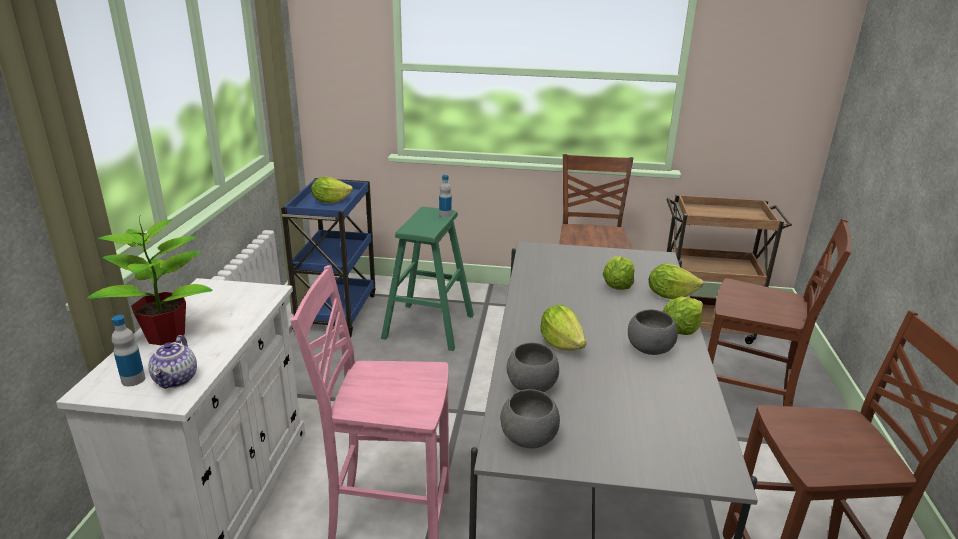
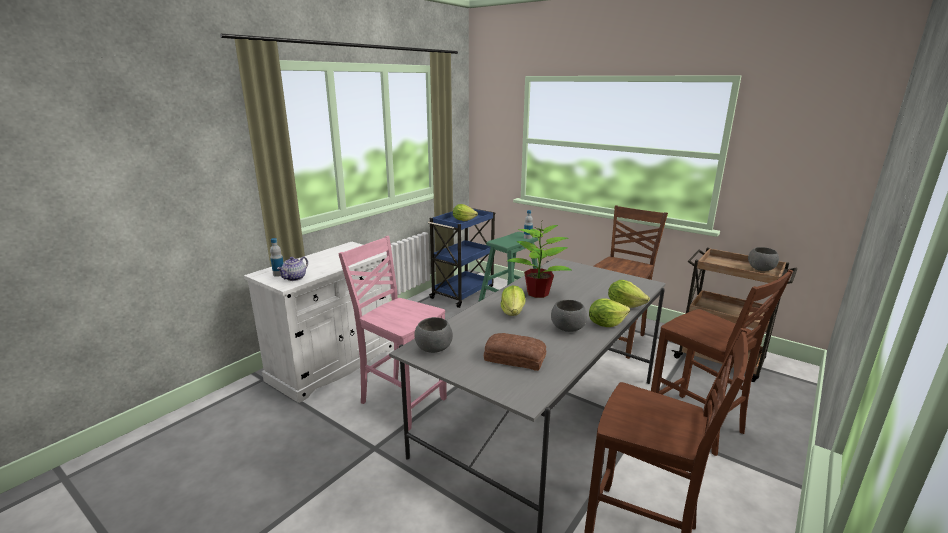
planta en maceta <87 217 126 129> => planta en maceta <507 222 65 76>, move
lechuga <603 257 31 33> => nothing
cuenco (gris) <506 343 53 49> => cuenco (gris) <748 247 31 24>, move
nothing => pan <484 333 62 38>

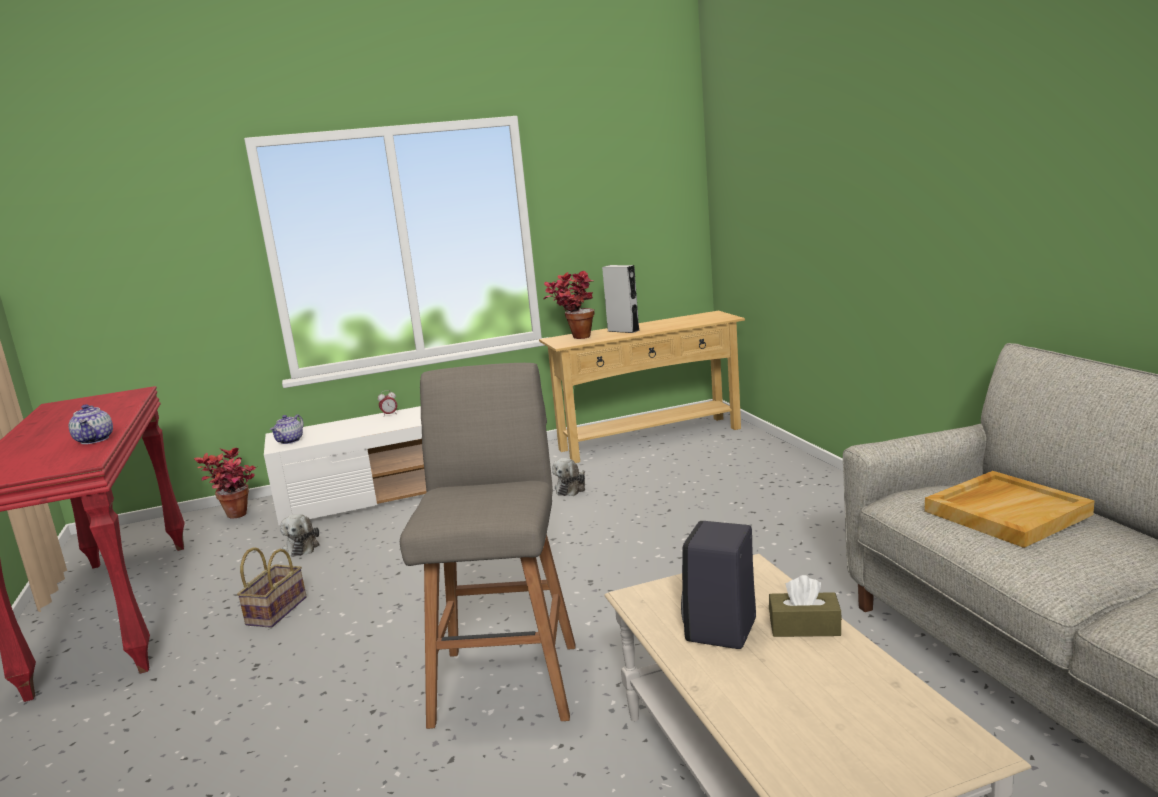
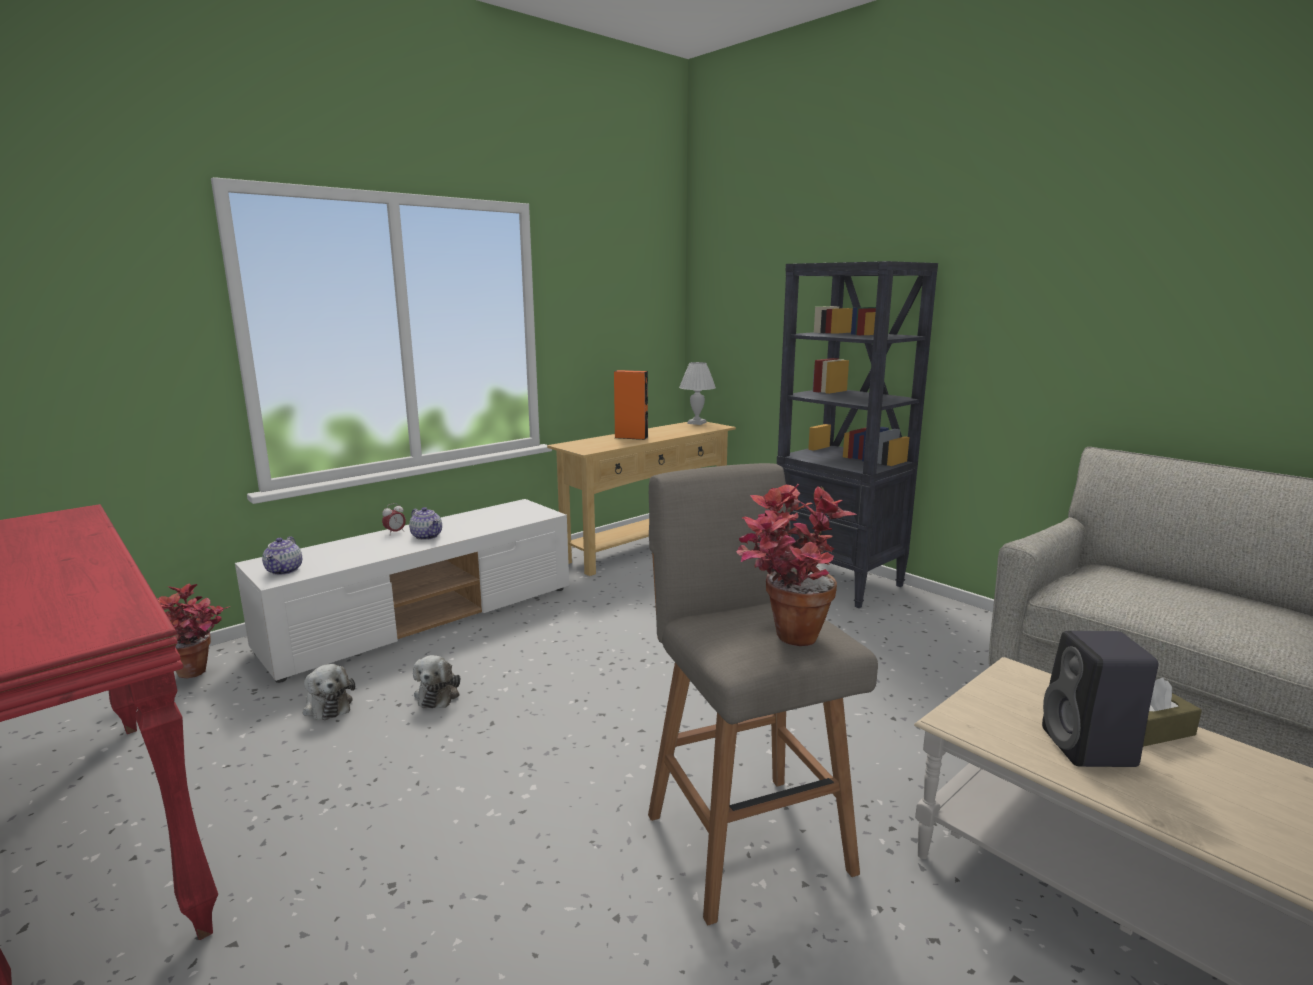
altavoz (gris) <602 265 38 68> => altavoz (naranja) <614 370 34 70>
planta en maceta <543 271 51 68> => planta en maceta <736 484 121 162>, move
tetera <69 404 44 40> => tetera <409 507 33 33>, move
peluche <552 458 33 38> => peluche <413 655 47 53>, move
bandeja (beis) <925 471 170 77> => nothing
cesta <237 547 70 81> => nothing
nothing => estantería (negro) <777 261 161 347>
nothing => lámpara de mesa (blanco) <679 362 37 63>

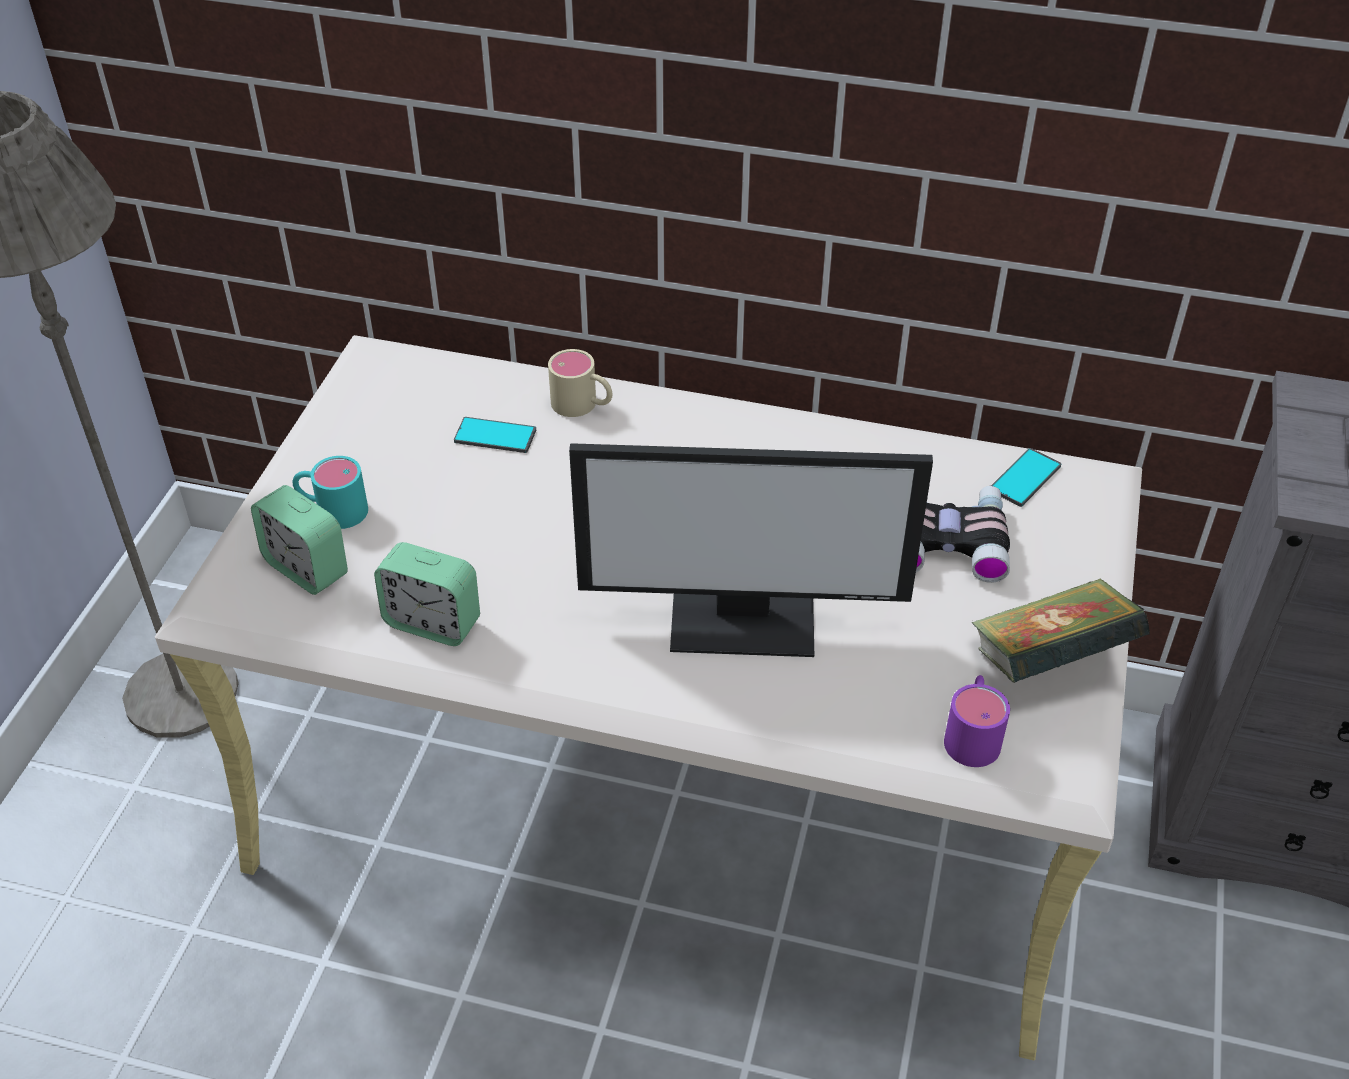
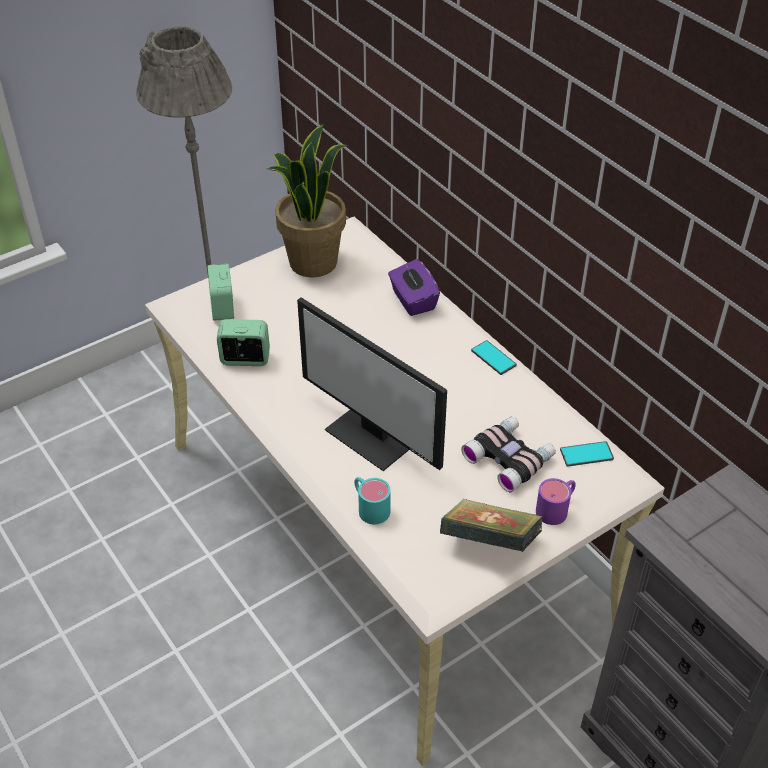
taza grande (beis) <548 349 65 68> => caja de pañuelos (morado) <388 259 52 57>
móvil <454 417 82 36> => móvil <471 340 46 35>, move
taza grande (turquesa) <292 456 76 73> => taza grande (turquesa) <354 477 37 47>, move
despertador <374 542 106 104> => despertador <217 319 53 47>, 120 degrees clockwise
taza grande (morado) <944 675 66 92> => taza grande (morado) <536 478 40 47>, move
nothing => planta en maceta <267 124 81 154>

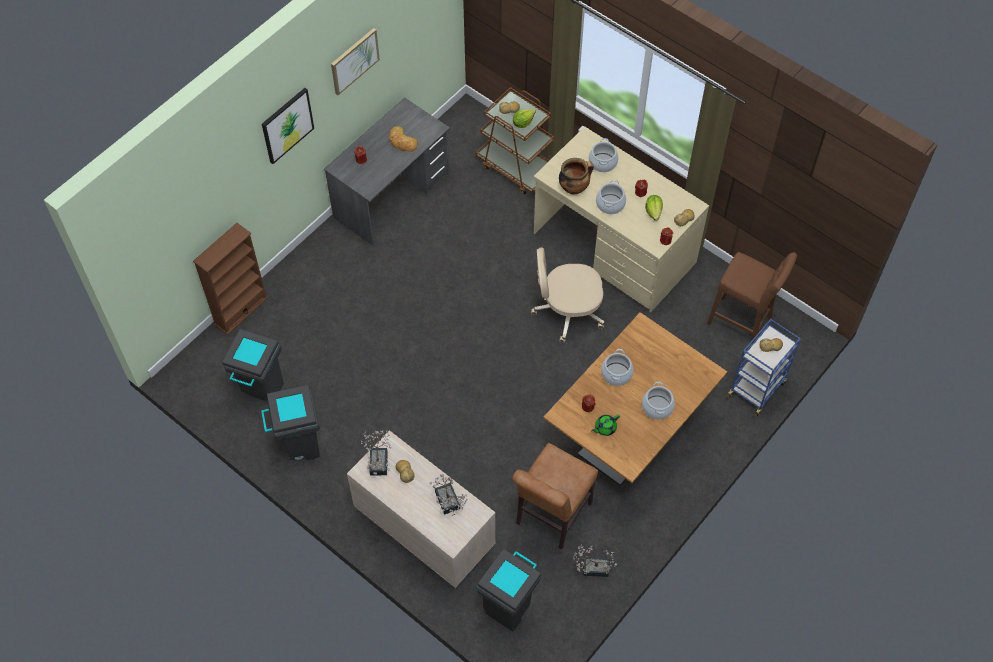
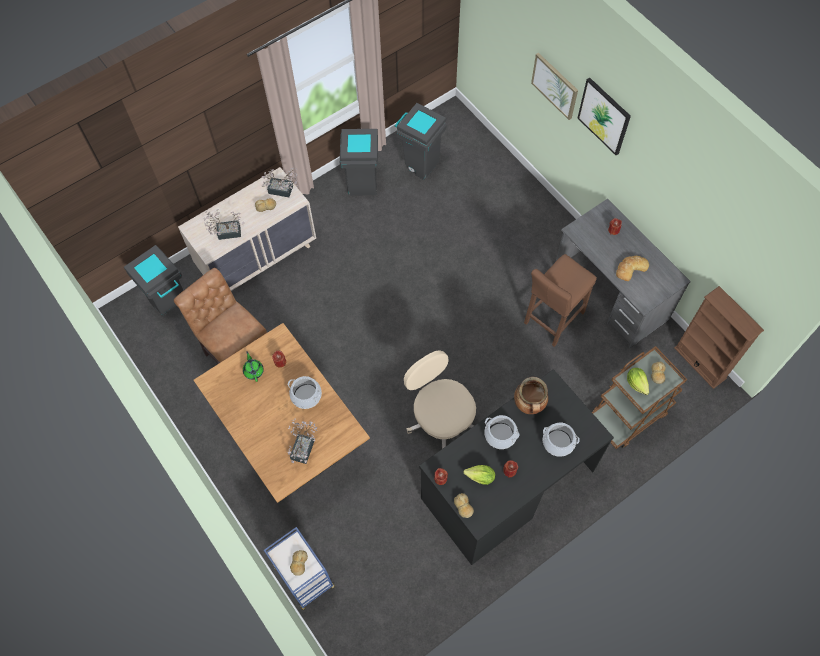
cuadro <331 28 49 67> => cuadro <531 53 47 67>, move
escritorio (beis) <533 127 176 185> => escritorio (negro) <419 369 195 196>
estantería (marrón) <193 223 75 112> => estantería (marrón) <674 286 90 103>, move
silla de oficina (beis) <531 247 73 96> => silla de oficina (beis) <404 351 72 98>, 45 degrees counterclockwise
taburete (marrón) <707 252 90 91> => taburete (marrón) <524 254 73 93>, move
olla <642 382 33 38> => nothing
planta en maceta <573 545 44 32> => planta en maceta <287 418 31 46>, move

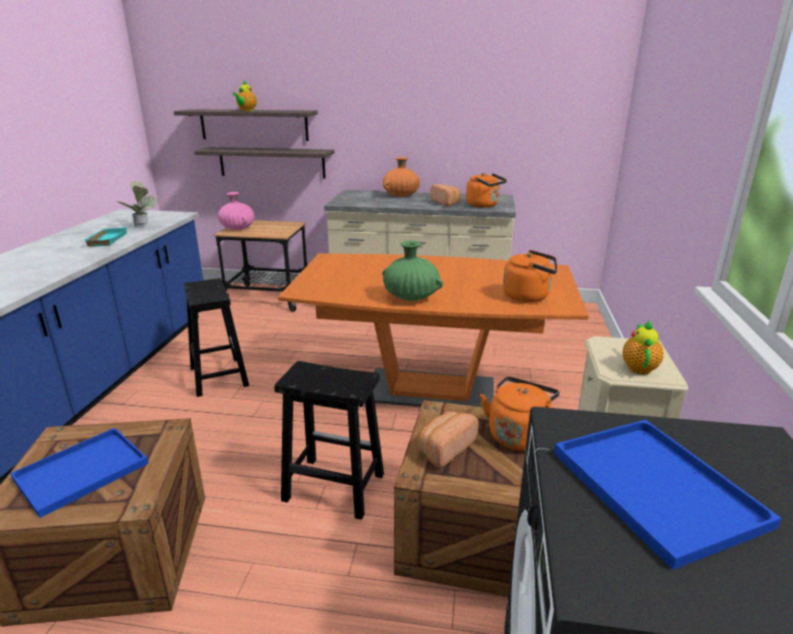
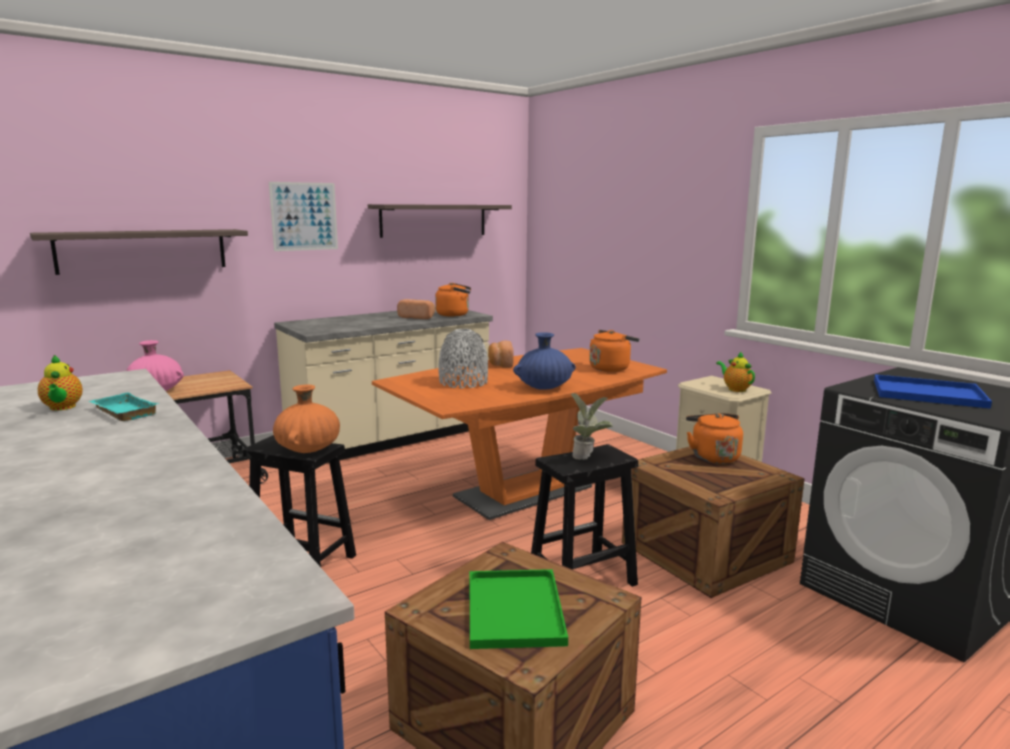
tetera <232 80 25 31> => tetera <38 355 45 55>, move
estante <194 147 141 32> => estante <368 204 144 34>, move
florero (naranja) <383 157 37 40> => florero (naranja) <273 385 67 68>, move
planta en maceta <117 181 41 46> => planta en maceta <571 393 42 67>, move
florero (verde) <382 240 61 61> => florero (azul) <513 332 63 58>
pan <417 411 62 57> => pan <488 341 26 27>, move
bandeja (azul) <10 428 139 90> => bandeja (verde) <470 569 98 80>
nothing => cuadro <269 182 69 69>
nothing => florero (gris) <438 329 50 60>

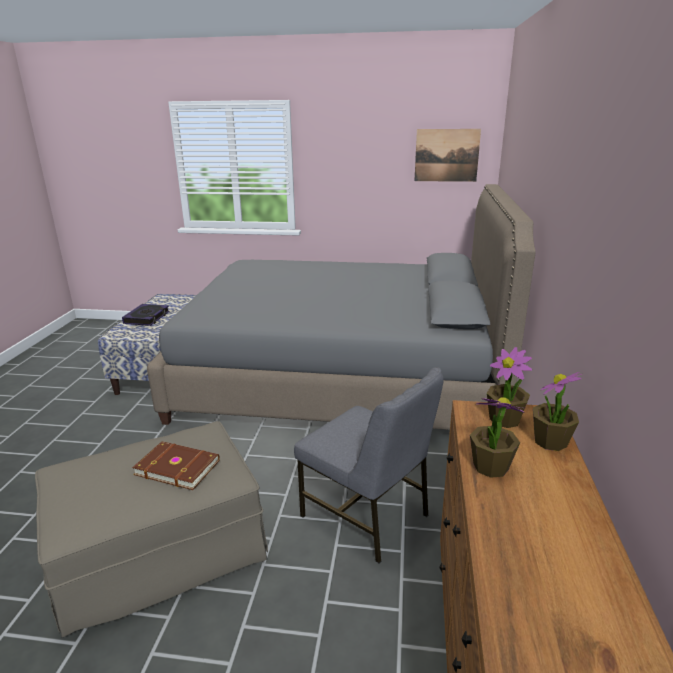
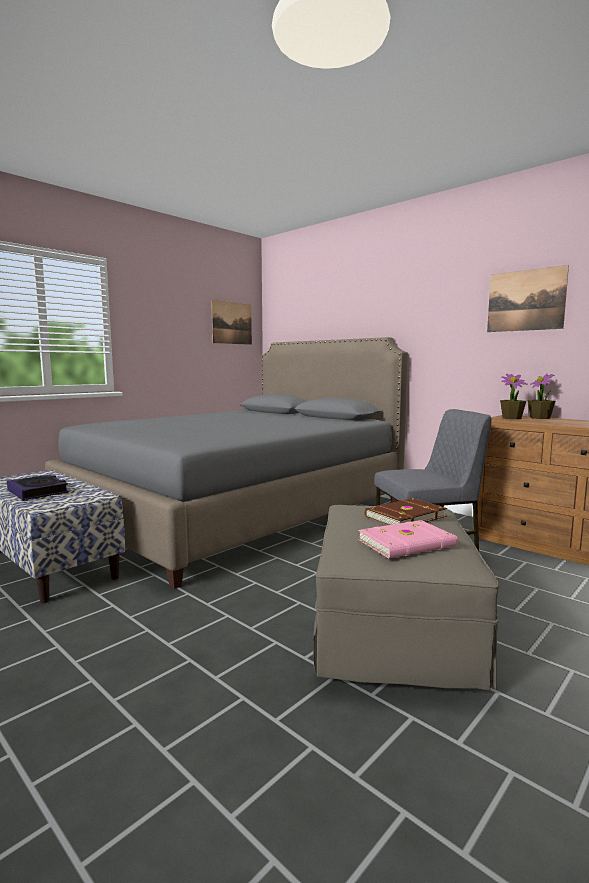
planta en maceta <470 397 55 81> => nothing
nothing => cuadro <487 265 82 67>
nothing => libro (rosa) <358 520 100 39>

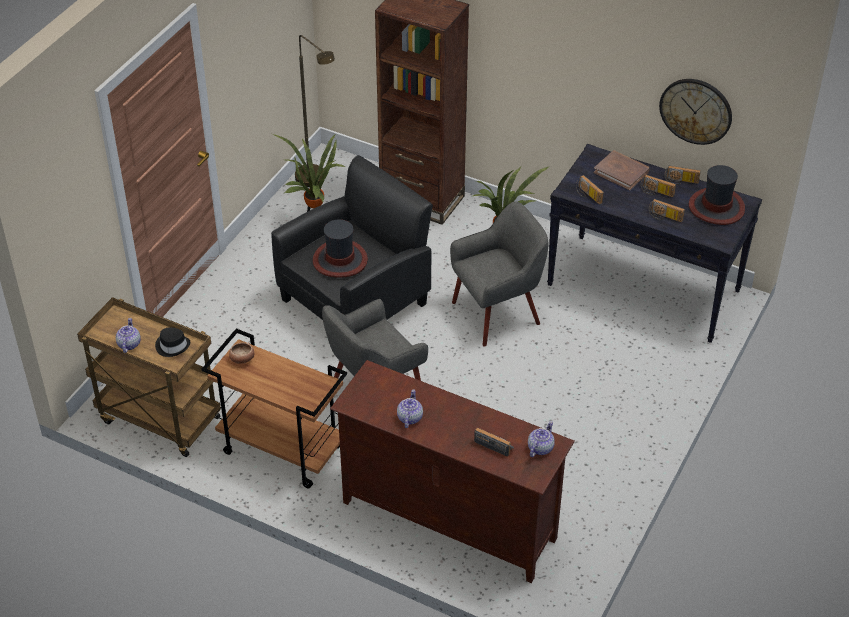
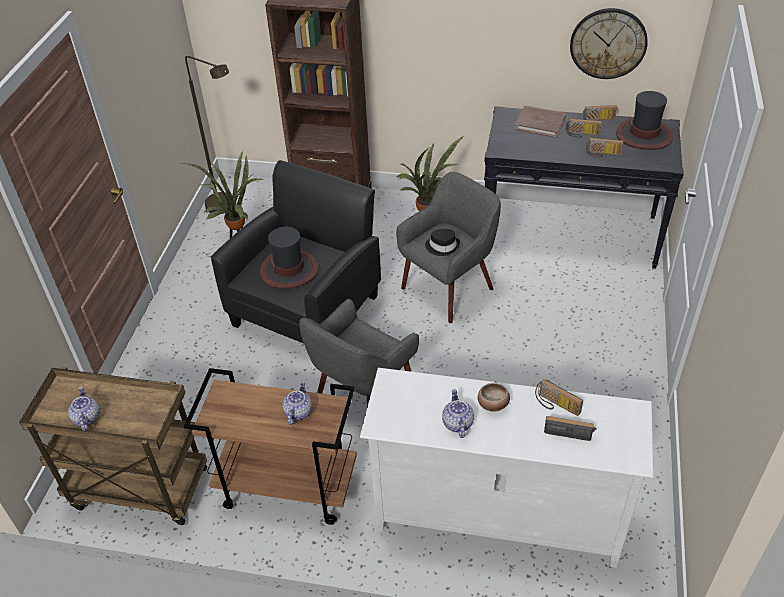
radio <576 175 28 29> => radio <535 379 48 37>, move
sombrero (negro) <155 327 35 30> => sombrero (negro) <425 229 35 27>, move
cuenco <229 342 26 22> => cuenco <478 381 32 31>, move
mueble de televisión (marrón) <330 360 245 223> => mueble de televisión (blanco) <360 368 294 200>
tetera <528 421 27 36> => tetera <283 381 29 44>, move

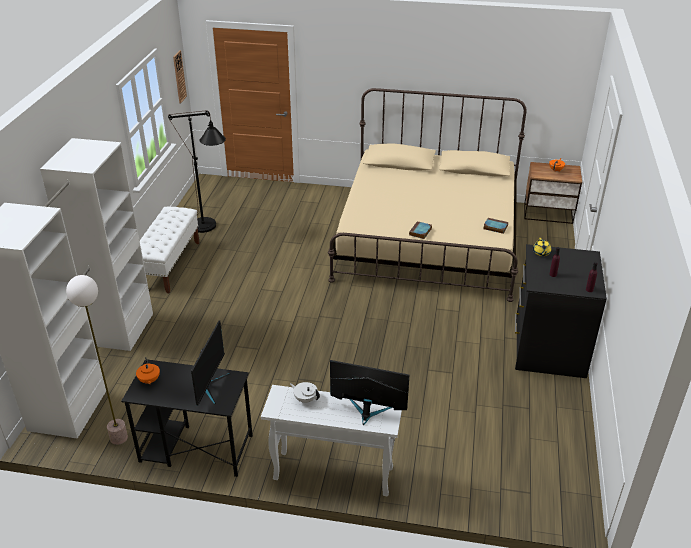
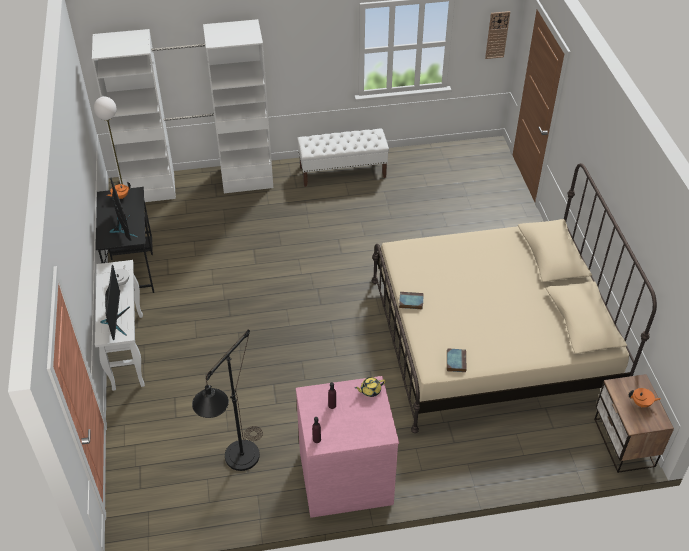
lámpara de pie (negro) <168 110 58 123> => lámpara de pie (negro) <192 330 71 141>, move
cómoda (negro) <515 244 92 134> => cómoda (rosa) <296 376 103 141>
monitor <191 320 40 86> => monitor <109 177 29 64>, 105 degrees counterclockwise

